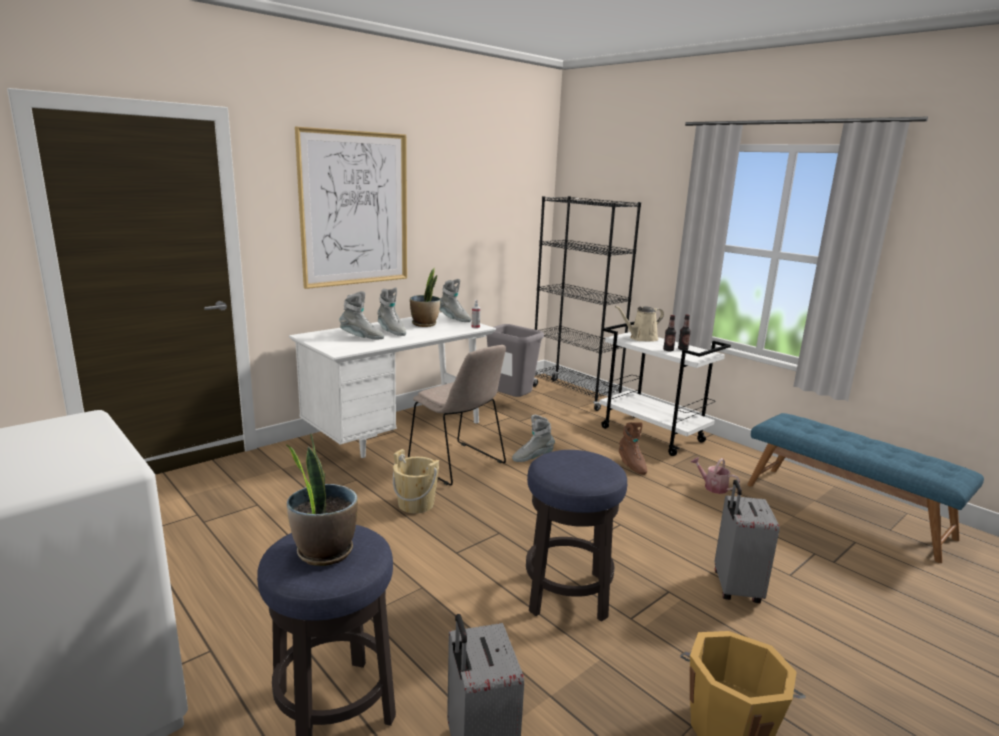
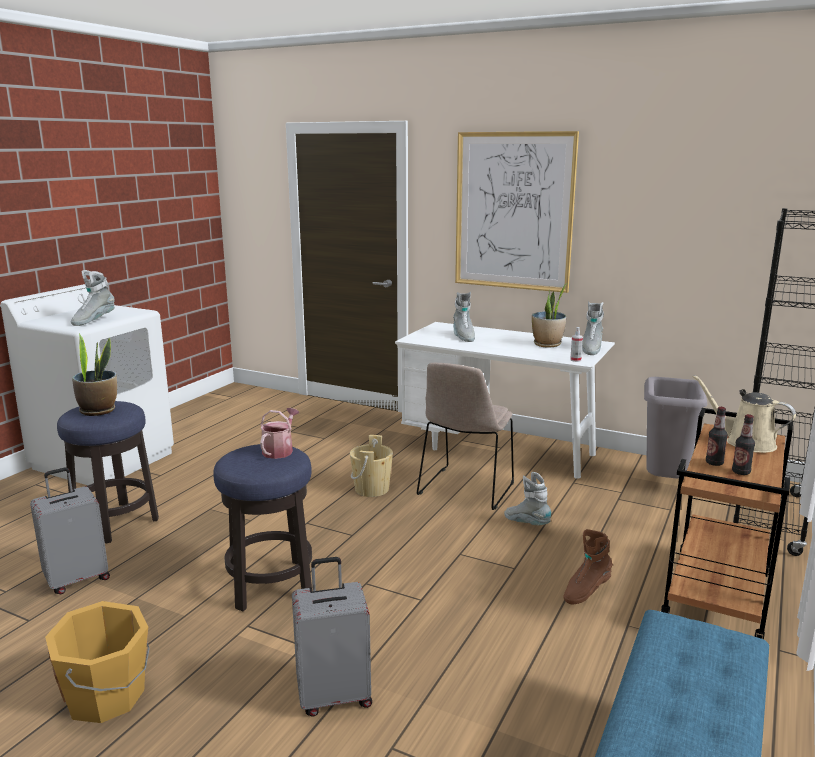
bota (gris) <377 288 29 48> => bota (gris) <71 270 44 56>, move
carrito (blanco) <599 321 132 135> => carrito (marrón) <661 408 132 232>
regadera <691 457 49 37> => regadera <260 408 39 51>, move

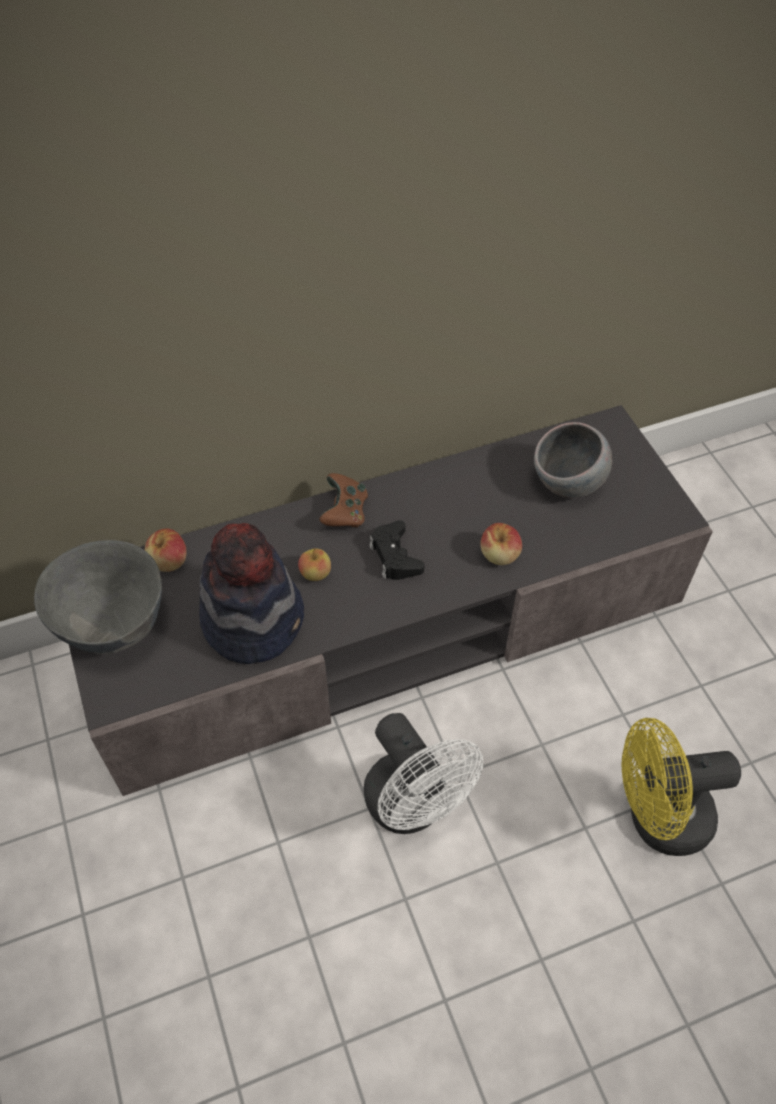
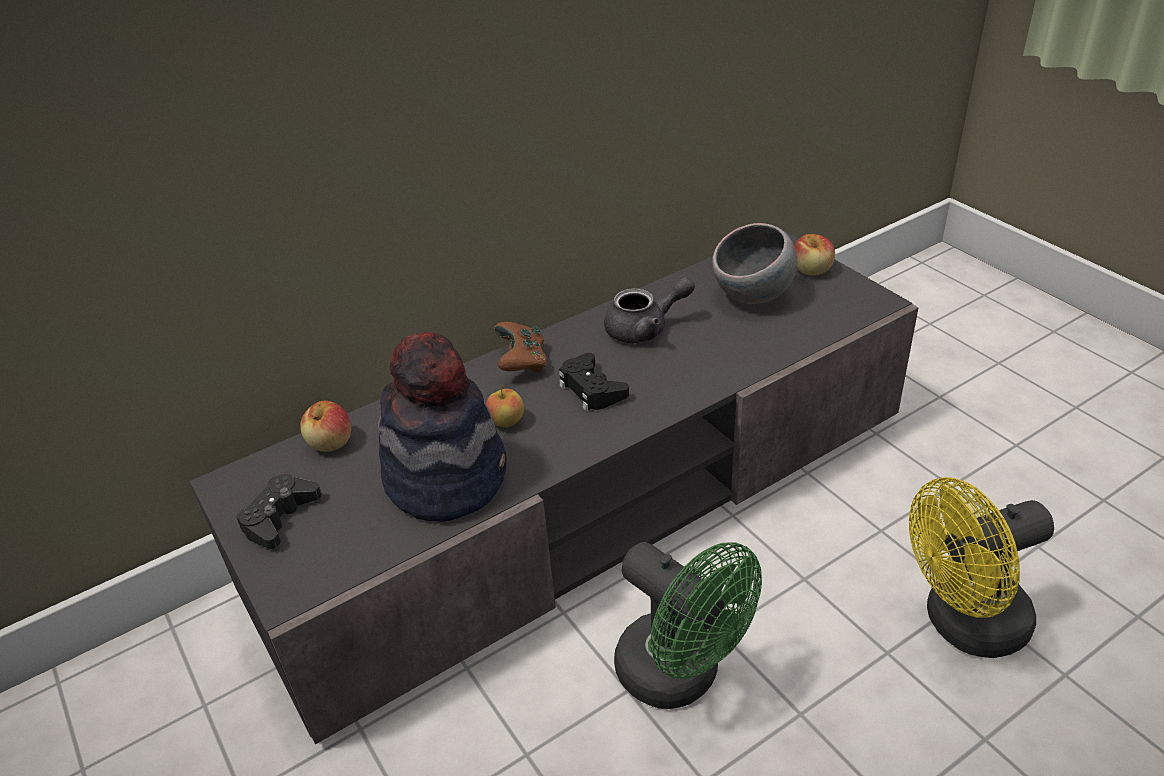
manzana <480 523 42 42> => manzana <795 234 40 41>, move
cuenco (gris) <34 540 128 114> => mando de consola (negro) <236 474 86 75>
ventilador (blanco) <364 713 119 121> => ventilador (verde) <614 542 148 167>
nothing => tetera (gris) <604 277 91 66>

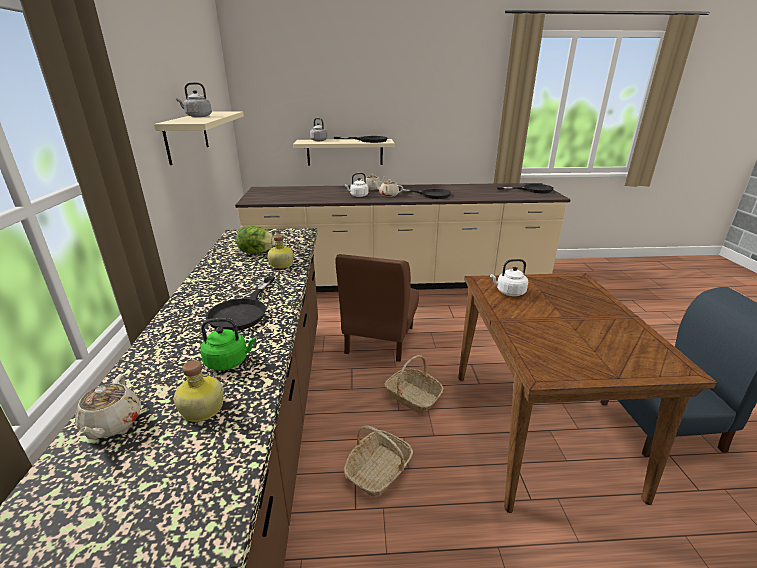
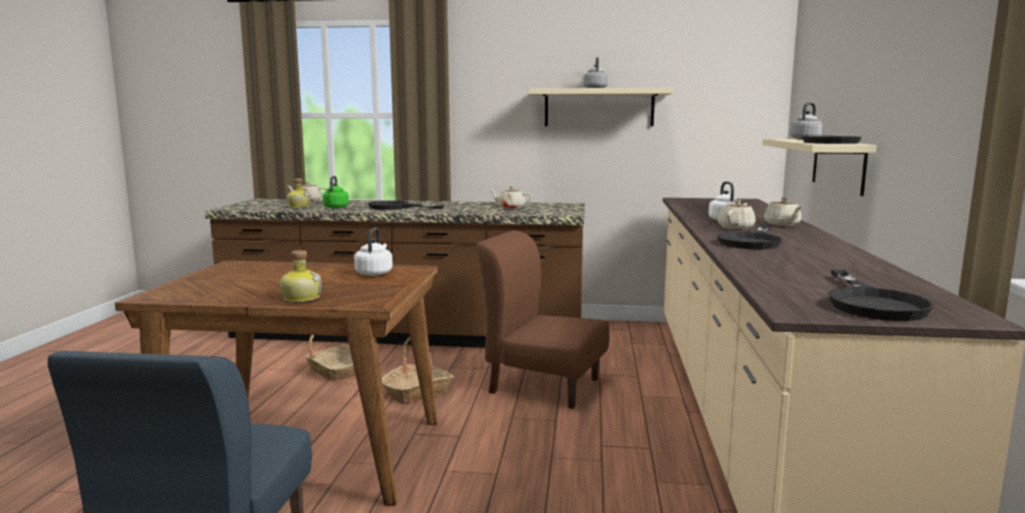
lechuga <236 226 39 28> => tetera (beis) <489 186 43 23>
botella <267 234 27 35> => botella <280 250 41 52>, move

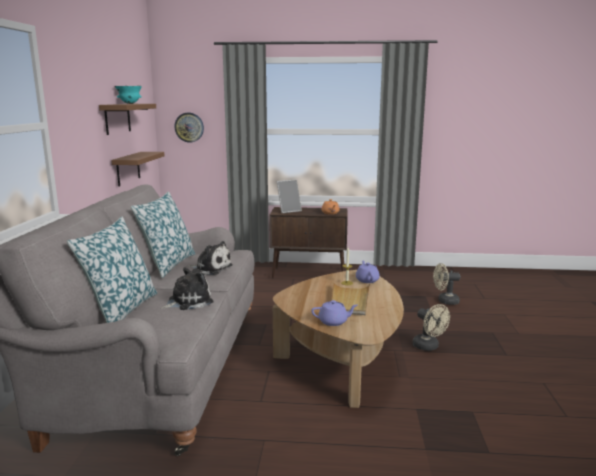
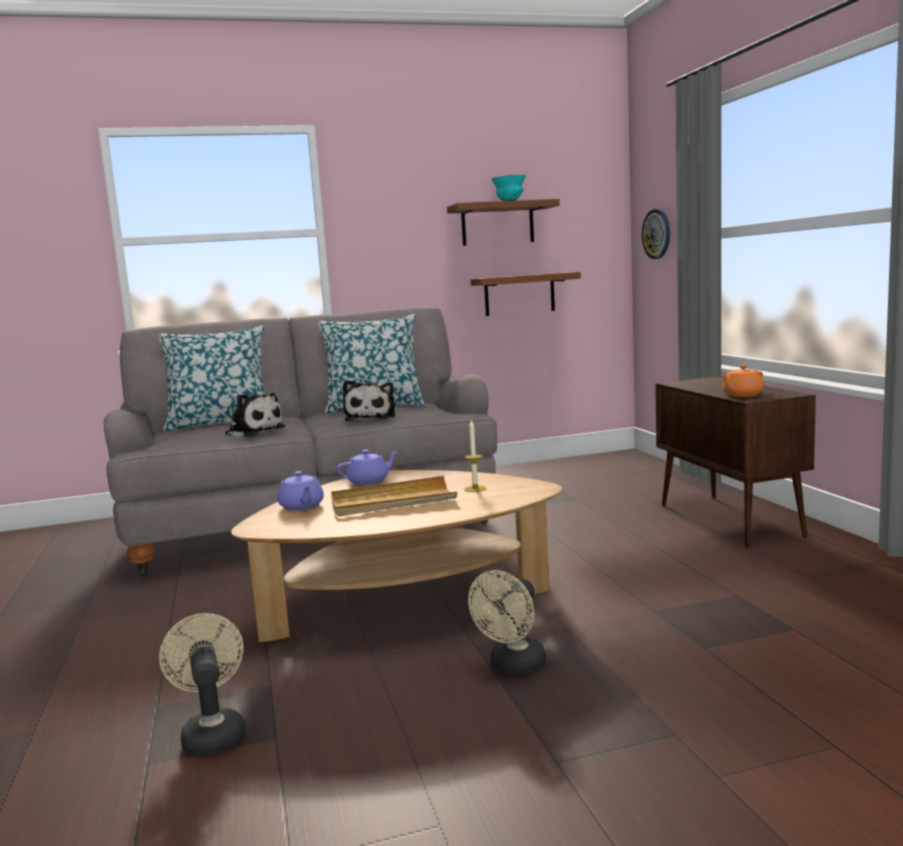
portarretratos <277 180 25 33> => nothing
tetera (morado) <356 261 24 22> => tetera (morado) <336 450 63 35>, move
ventilador (beis) <433 263 27 42> => ventilador (beis) <159 613 87 144>, move

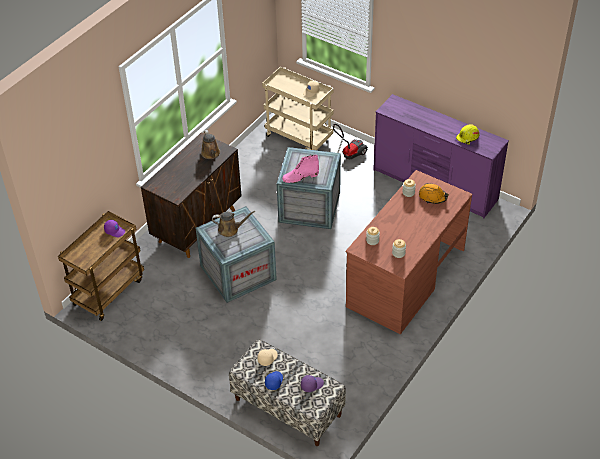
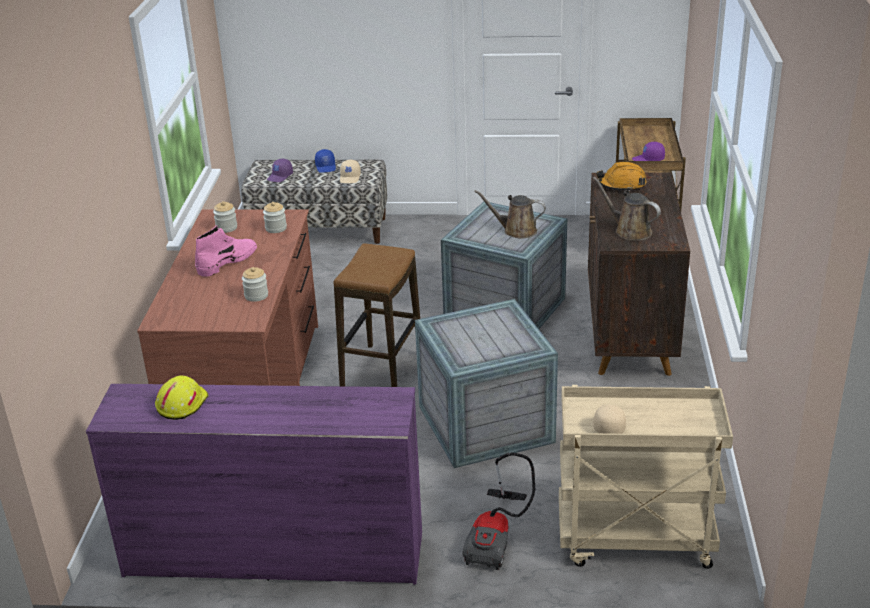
bota (rosa) <282 155 37 28> => bota (rosa) <195 225 62 52>, move
casco (naranja) <419 183 30 21> => casco (naranja) <597 162 50 30>, move
regadera (marrón) <212 211 43 26> => regadera (marrón) <474 190 72 49>, 45 degrees clockwise
nothing => taburete <334 243 86 144>

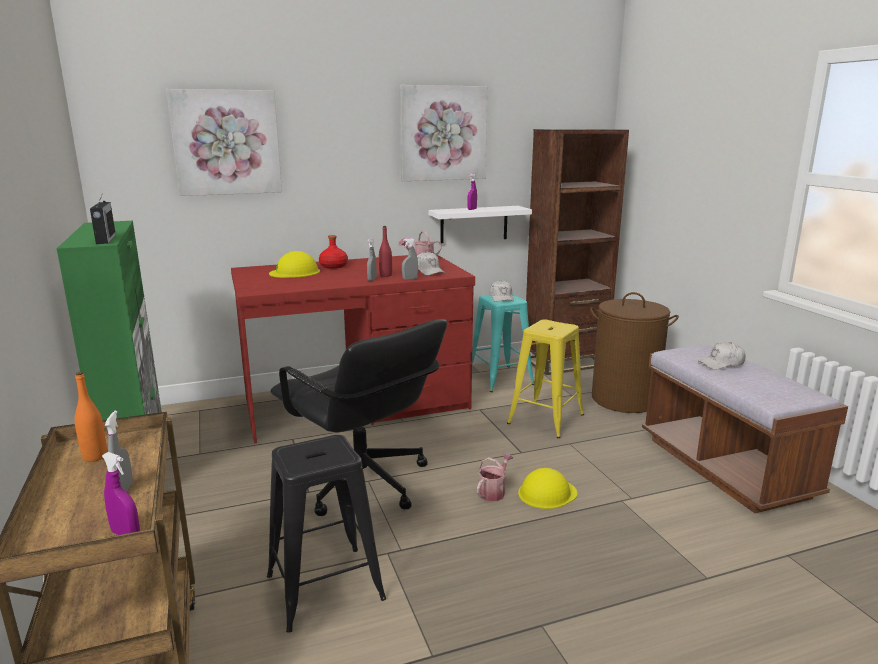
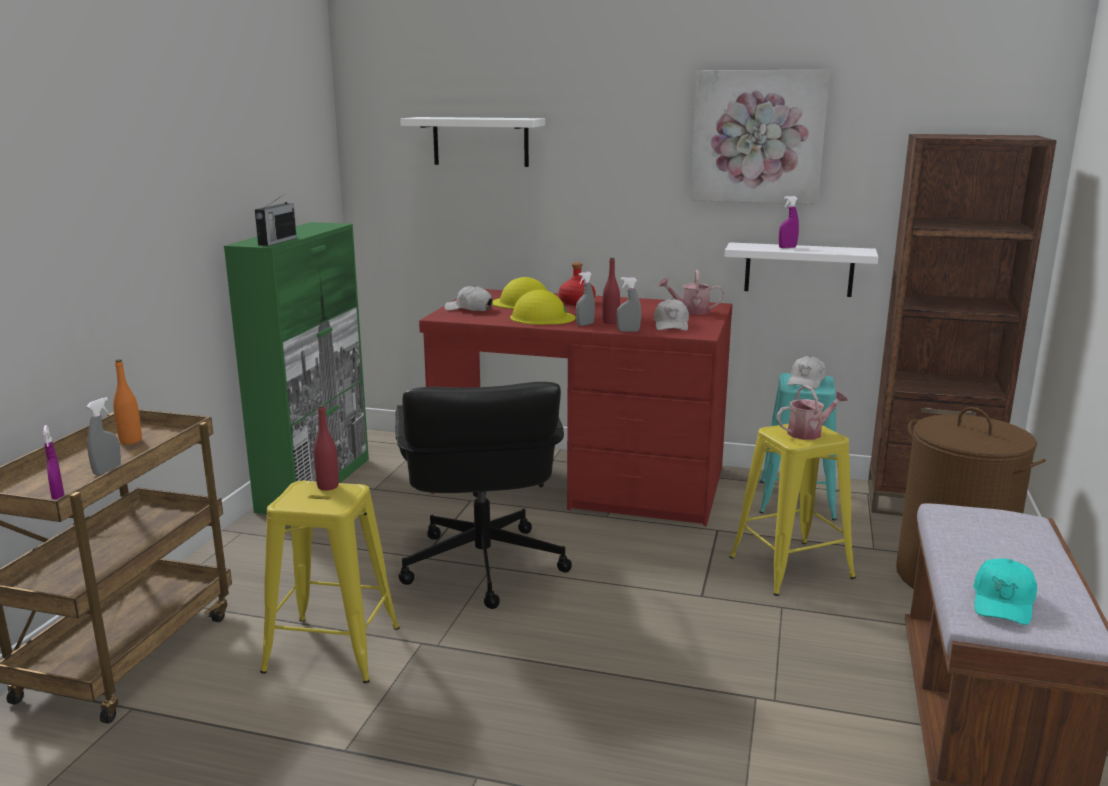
cuadro <166 89 116 107> => estante (blanco) <400 117 145 50>
gorra (blanco) <698 342 48 27> => gorra (blanco) <444 286 49 25>, move
taburete (negro) <267 435 119 198> => taburete (amarillo) <260 481 140 202>
regadera <477 453 36 48> => regadera <777 385 71 55>, move
casco (amarillo) <518 468 59 41> => casco (amarillo) <510 290 66 35>, move
nothing => botella (rojo) <314 405 25 85>
nothing => gorra (turquesa) <973 559 64 66>

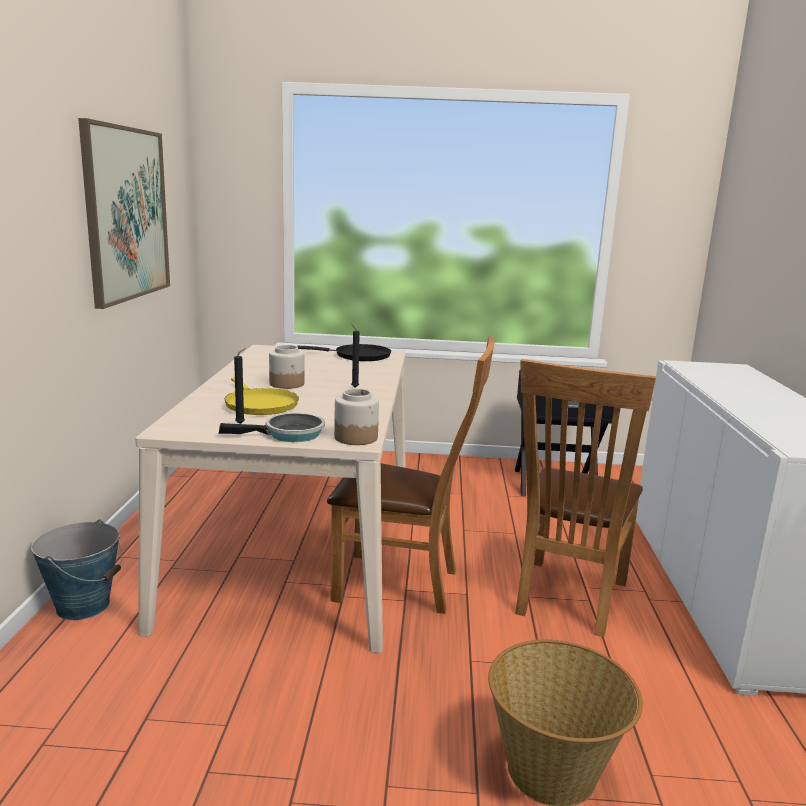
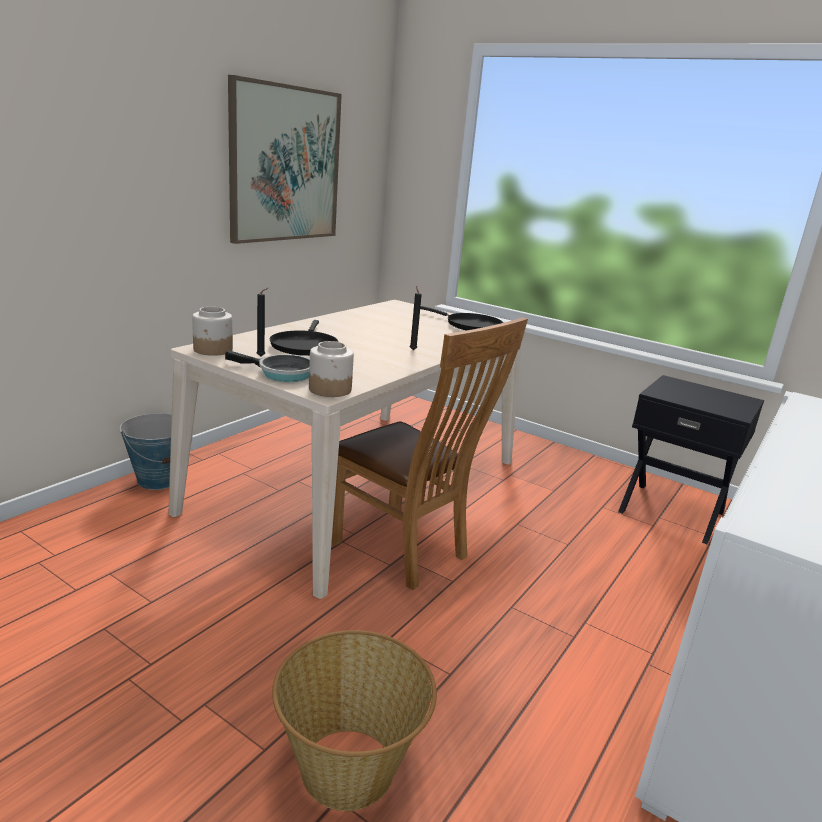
tarro <269 345 36 44> => tarro <192 307 41 49>, move
silla (marrón) <515 359 141 278> => nothing
sartén (amarillo) <224 377 75 38> => sartén (negro) <270 320 68 36>

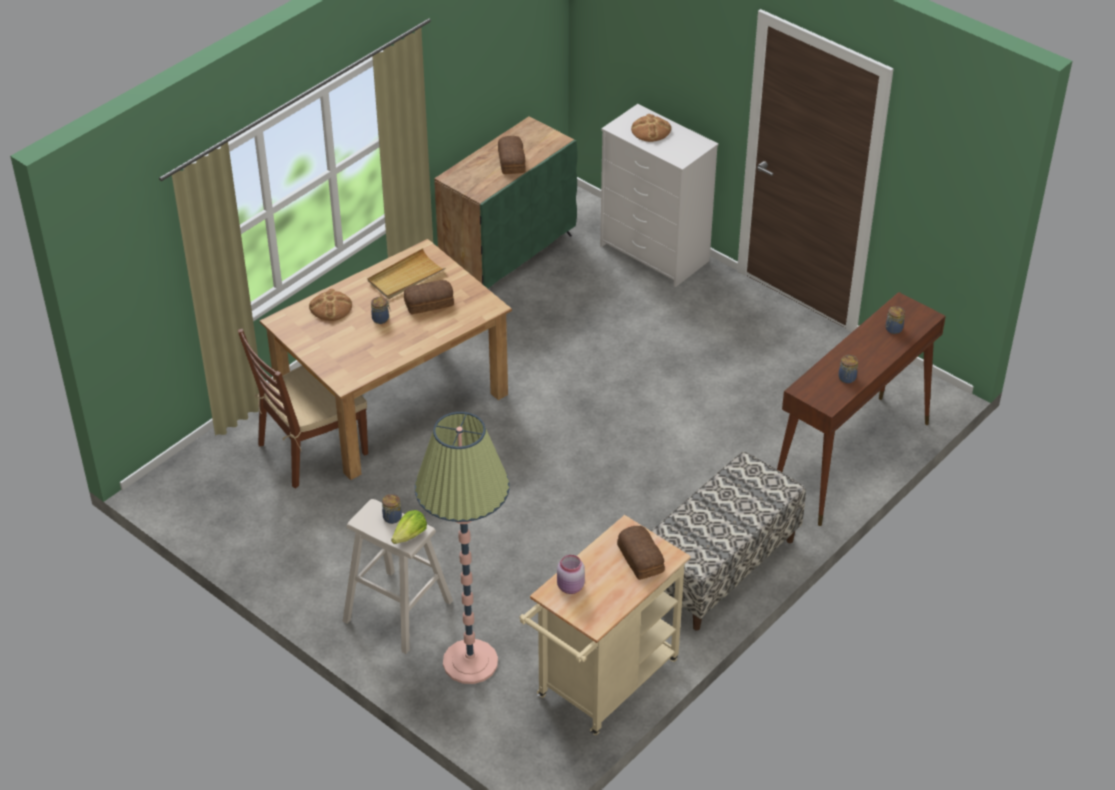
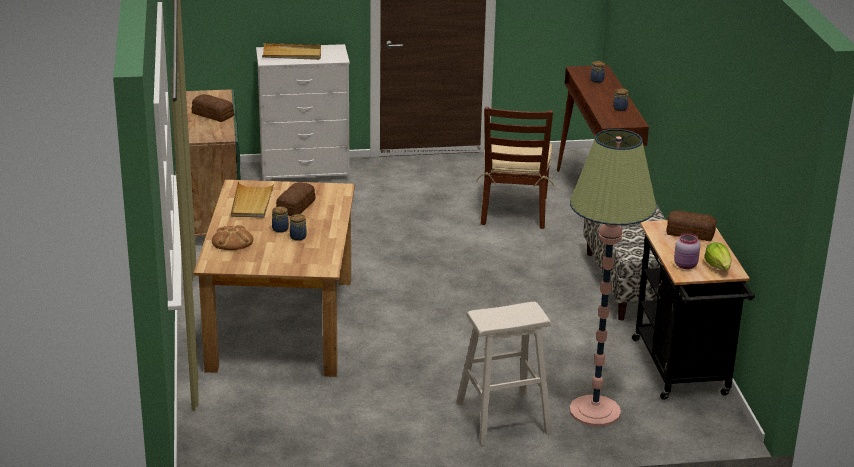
pan <631 114 40 28> => bandeja (beis) <262 43 59 17>
silla (marrón) <238 329 130 159> => silla (marrón) <476 107 78 122>, move
tarro <382 494 20 30> => tarro <290 214 17 27>, move
lechuga <391 510 36 34> => lechuga <704 242 28 28>, move
carrito (beis) <519 515 172 220> => carrito (negro) <632 220 123 180>

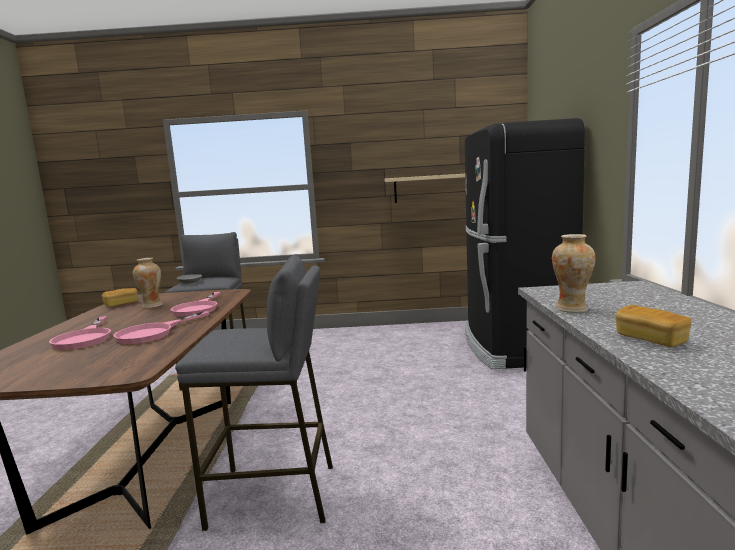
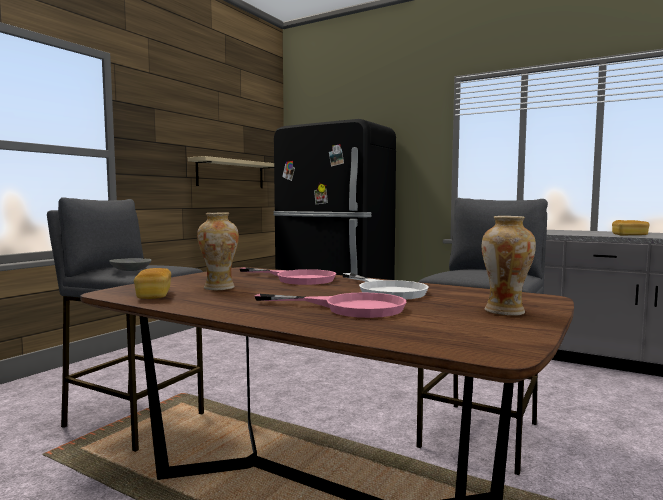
florero <552 234 44 79> => florero <482 216 54 100>, move
sartén (rosa) <114 311 96 33> => sartén (blanco) <342 273 87 26>

